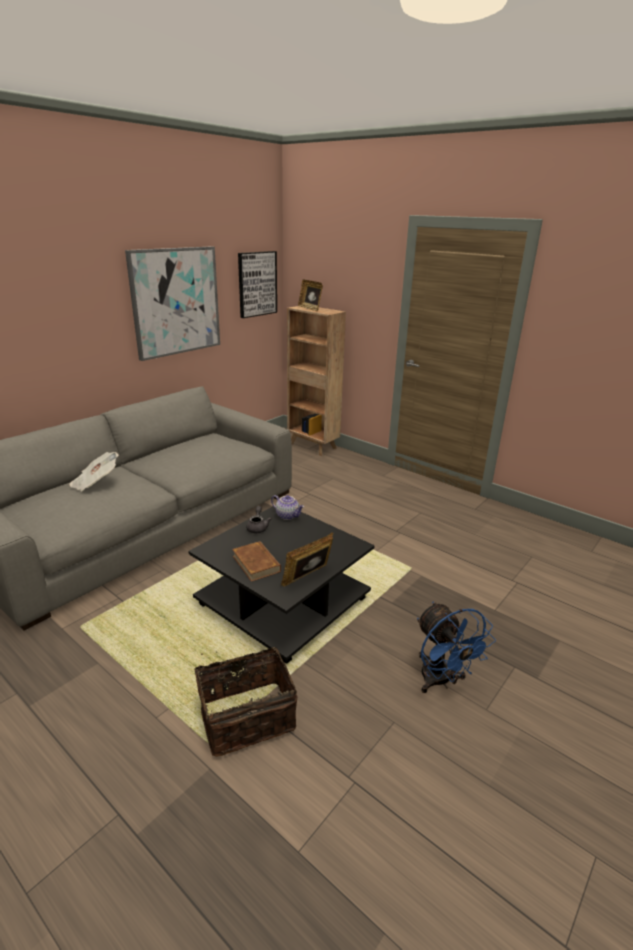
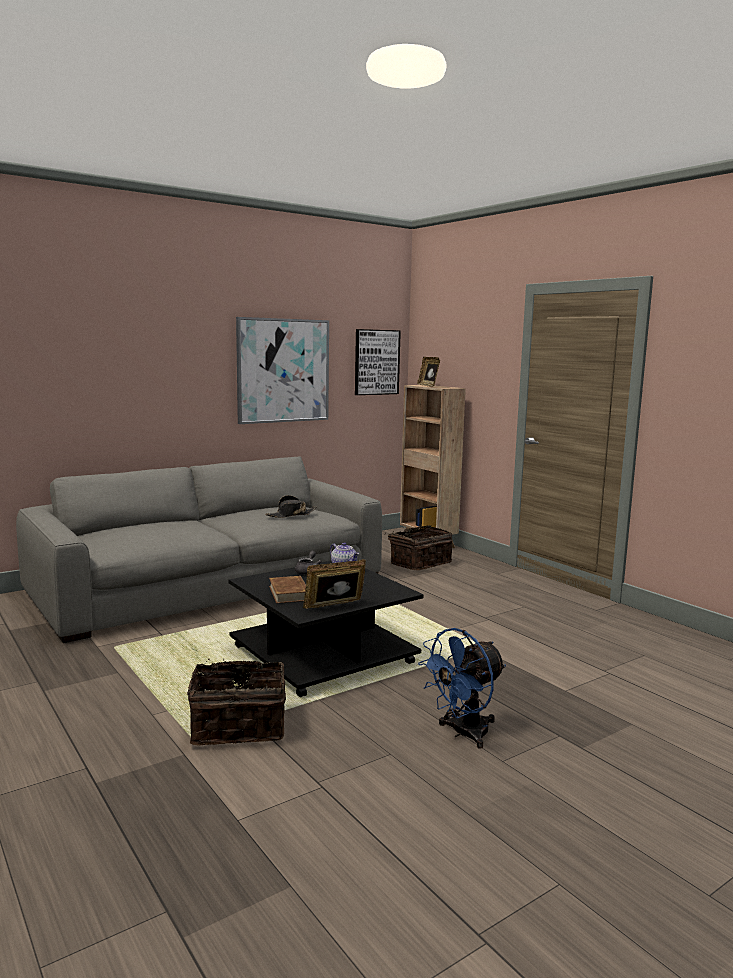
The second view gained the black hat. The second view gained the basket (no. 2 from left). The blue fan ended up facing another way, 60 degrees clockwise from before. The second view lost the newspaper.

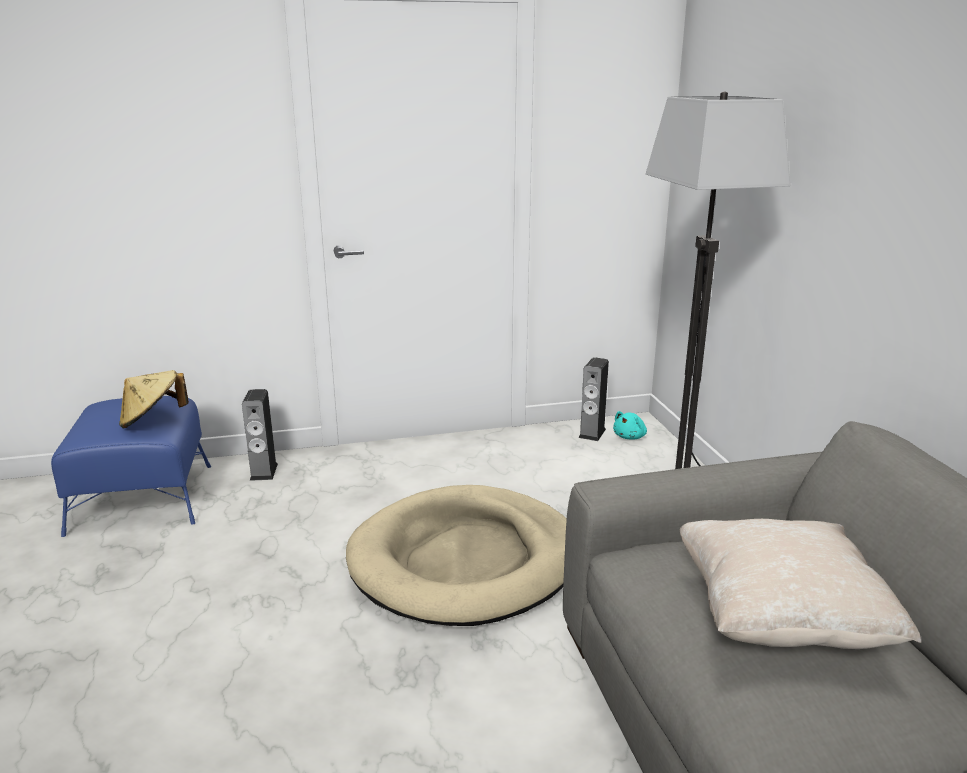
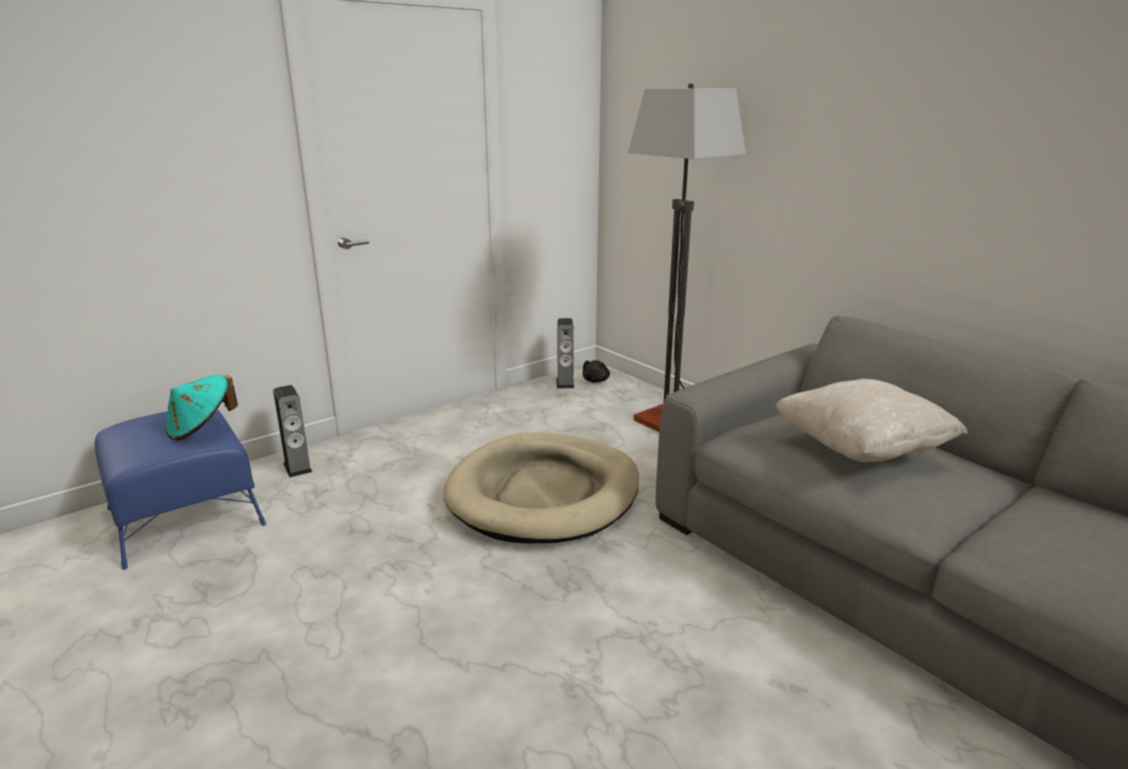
What was the beige hat turned into the turquoise hat. What was the turquoise plush toy turned into the black plush toy.

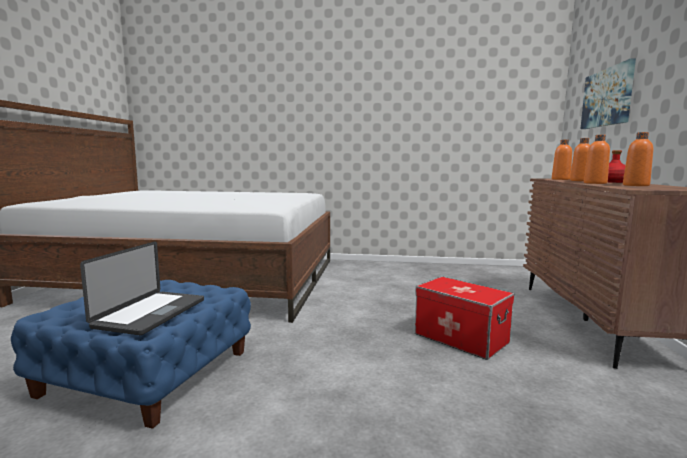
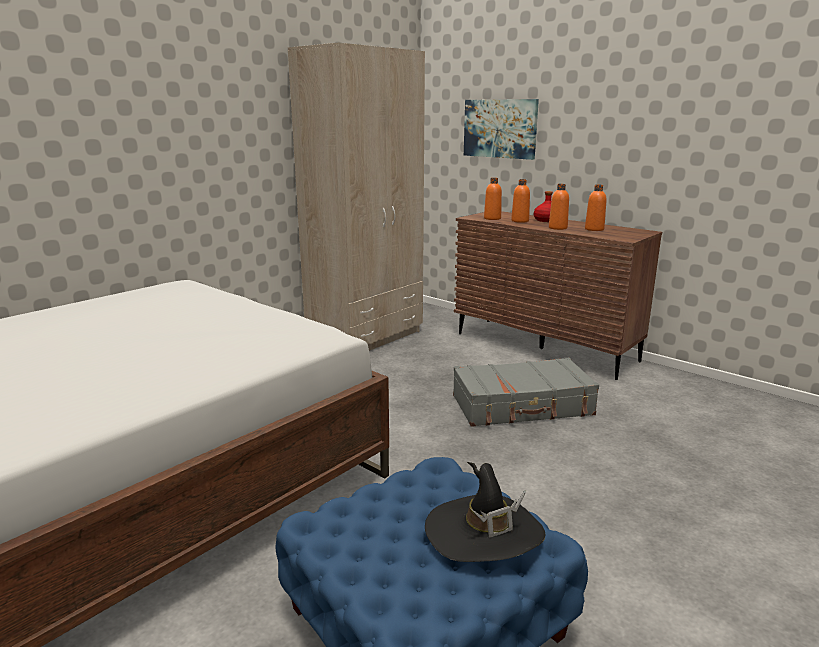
The second view gained the beige wardrobe. Where the laptop stood, the black hat came to stand. Where the storage box stood, the grey suitcase came to stand.

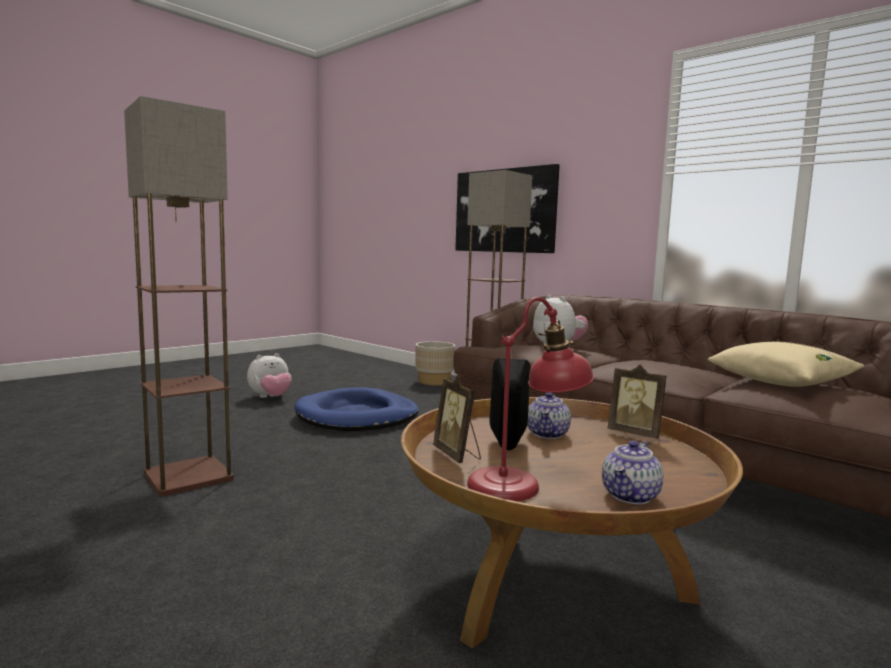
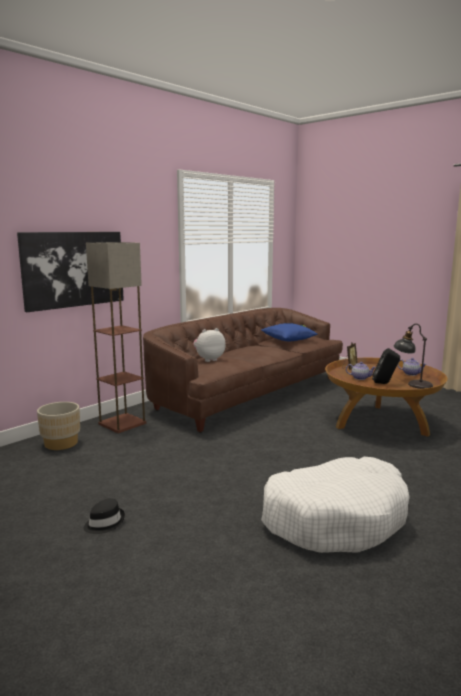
Where the plush toy (no. 1 from left) stood, the black hat came to stand. What was the beige pillow turned into the blue pillow. Where the floor lamp (no. 1 from left) stood, the white dog bed came to stand. What was the red table lamp turned into the grey table lamp. The second view lost the blue dog bed. The second view lost the picture frame (no. 1 from left).

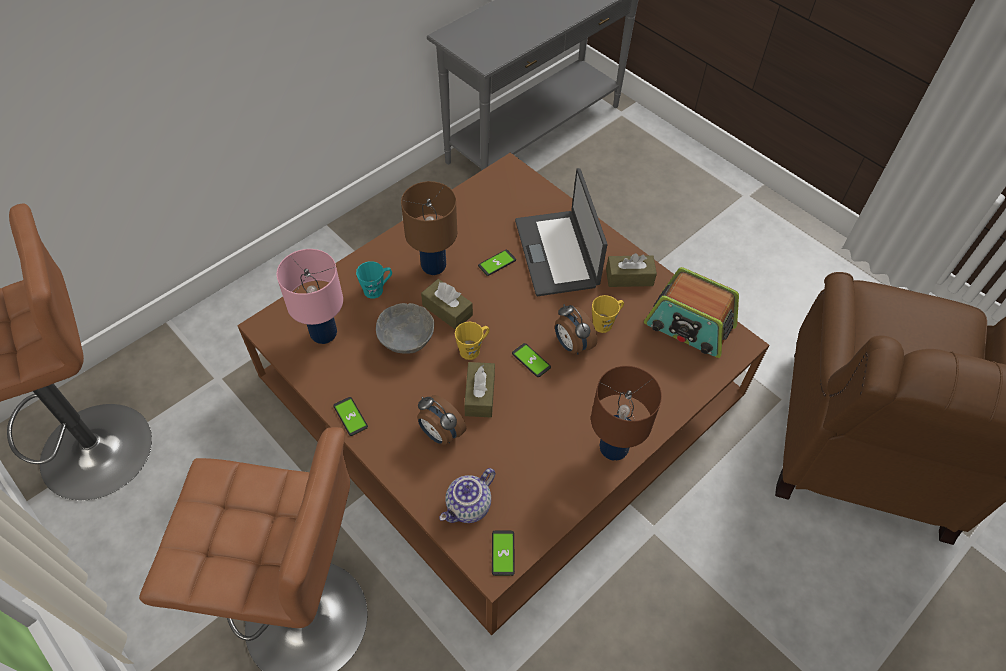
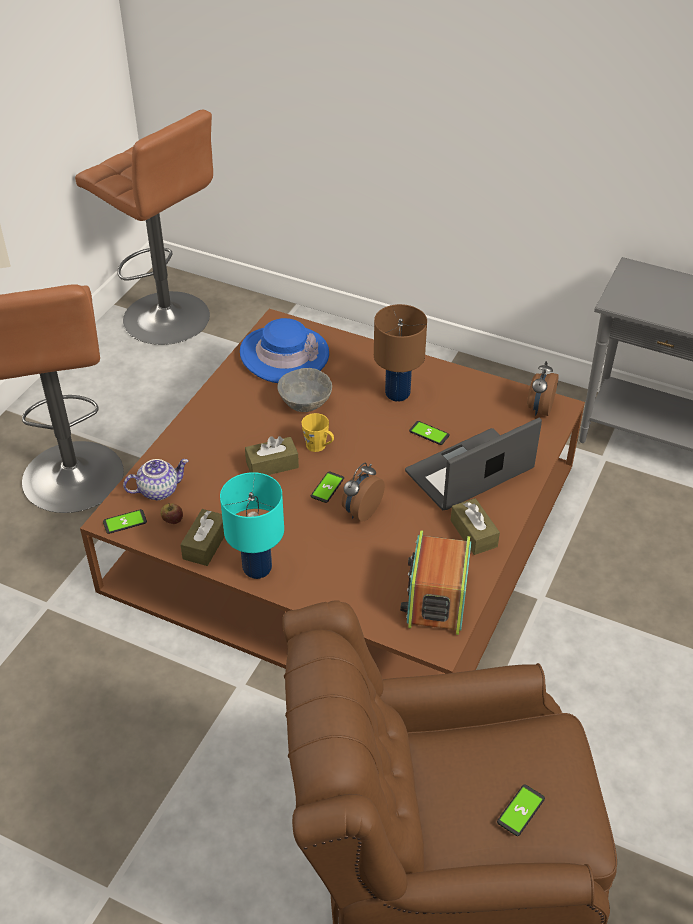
The teapot ended up facing another way, 135 degrees clockwise from before. The second view gained the apple. The brown tissue box (no. 1 from left) ended up elsewhere. What was the brown table lamp (no. 2 from left) turned into the turquoise table lamp. Where the pink table lamp stood, the blue hat came to stand. The phone (no. 1 from left in the first image) ended up elsewhere. The alarm clock (no. 1 from left in the first image) ended up elsewhere. The second view lost the turquoise mug. The second view lost the yellow mug (no. 2 from left).

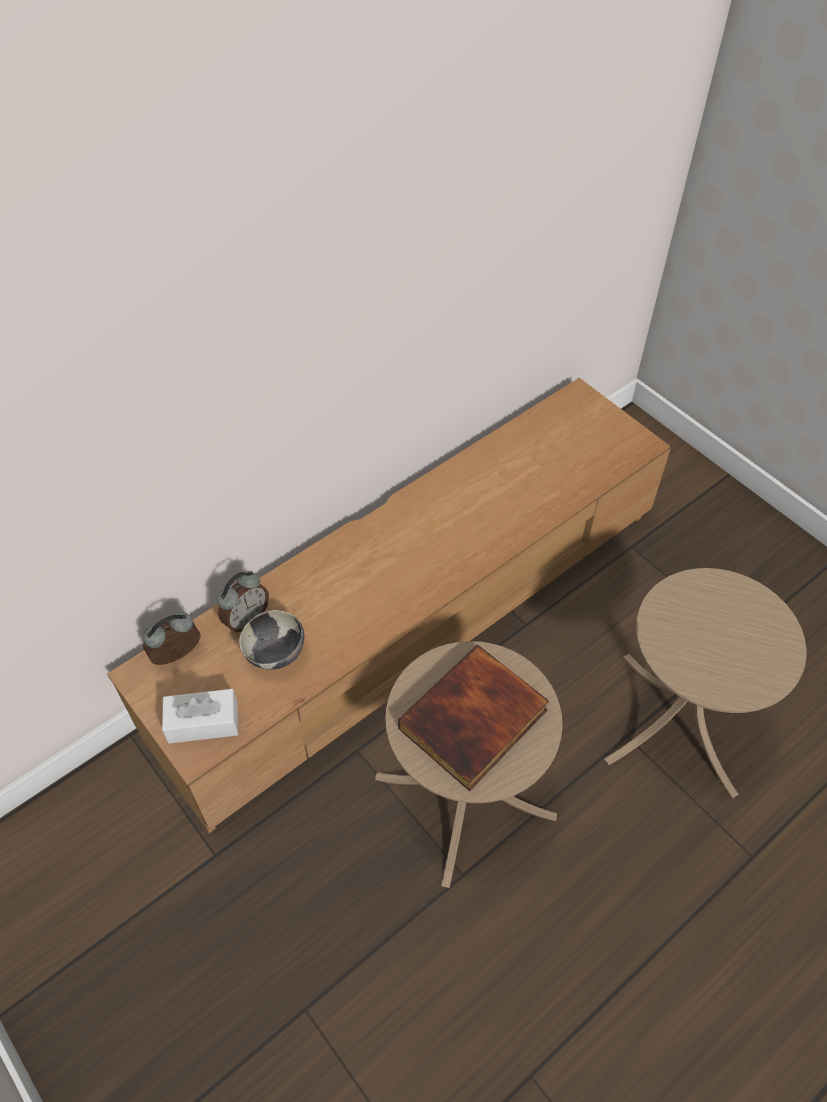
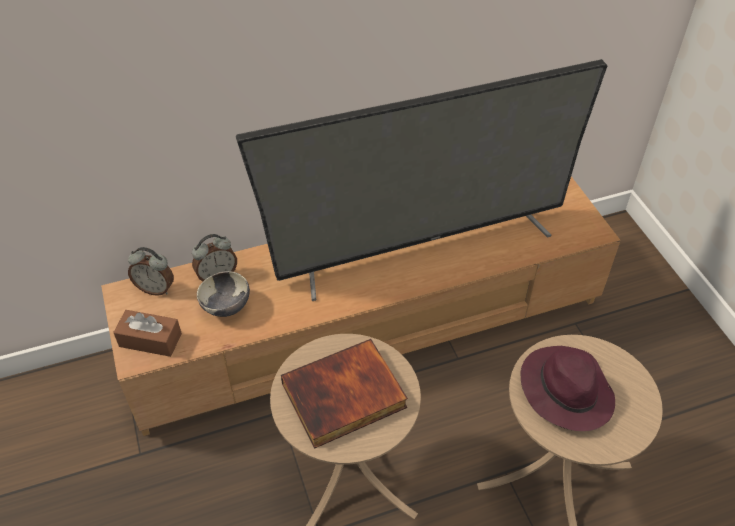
What was the white tissue box turned into the brown tissue box. The alarm clock (no. 1 from left) ended up facing another way, 150 degrees counterclockwise from before. The second view gained the television. The second view gained the purple hat.

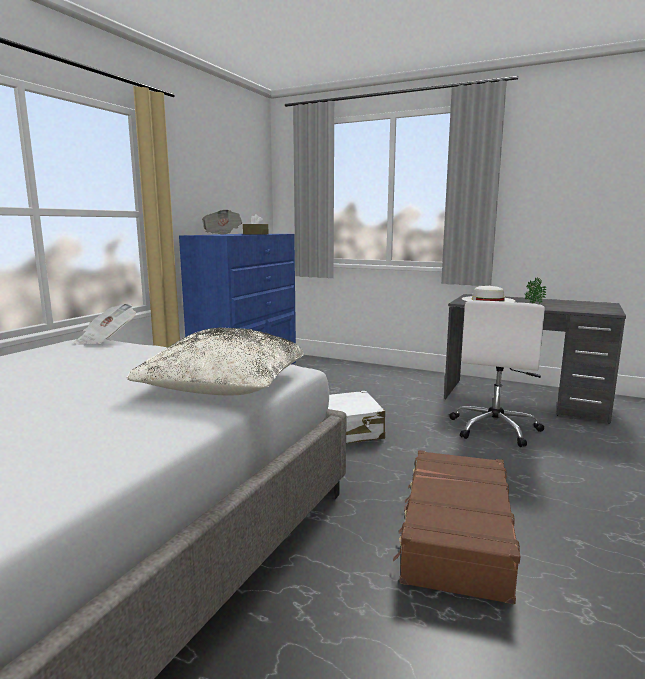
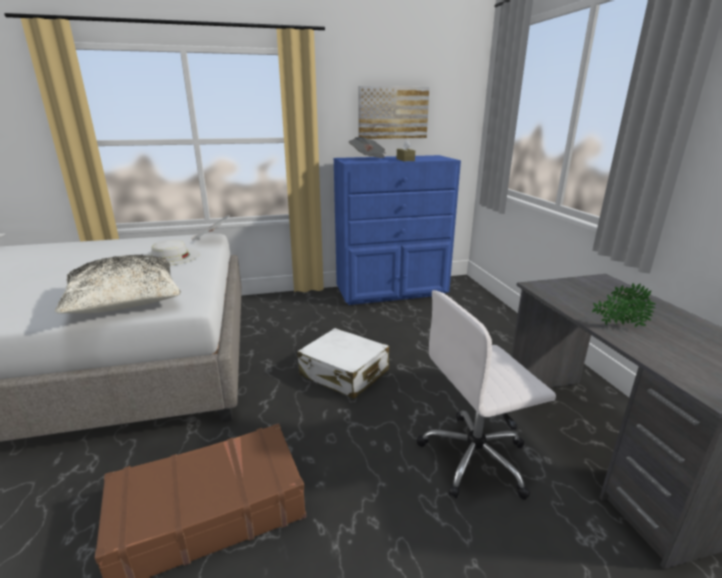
The white hat ended up elsewhere. The second view gained the picture.

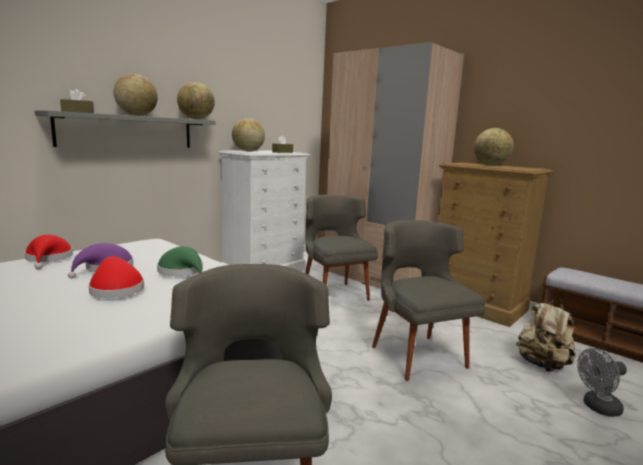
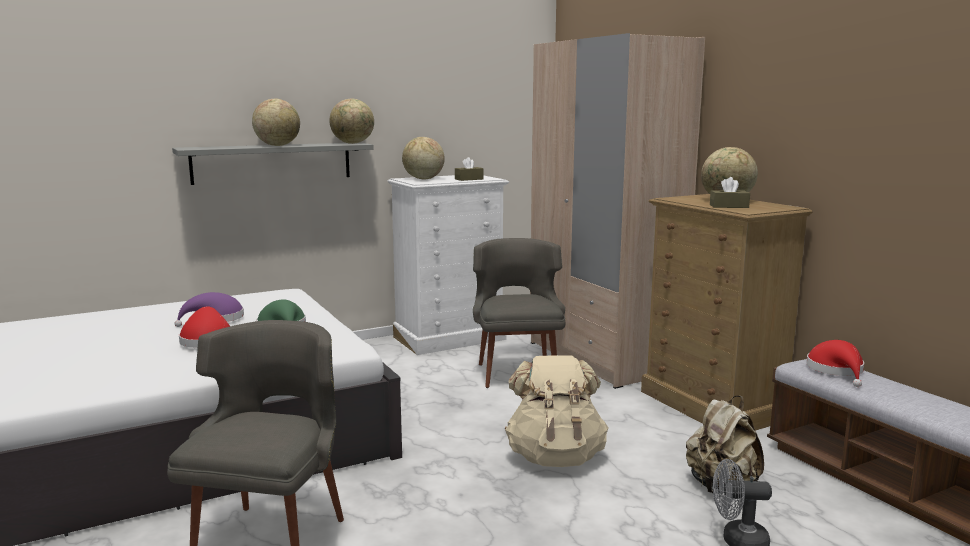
Where the grey chair (no. 3 from left) stood, the beige backpack (no. 1 from left) came to stand. The brown tissue box (no. 1 from left in the first image) ended up elsewhere. The red hat (no. 1 from left in the first image) ended up elsewhere.

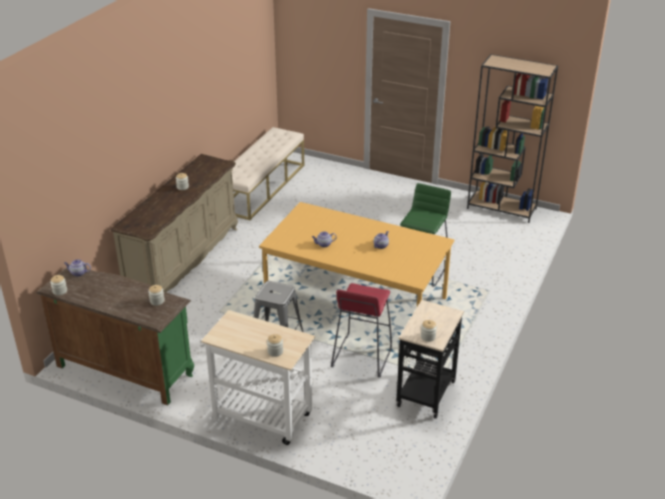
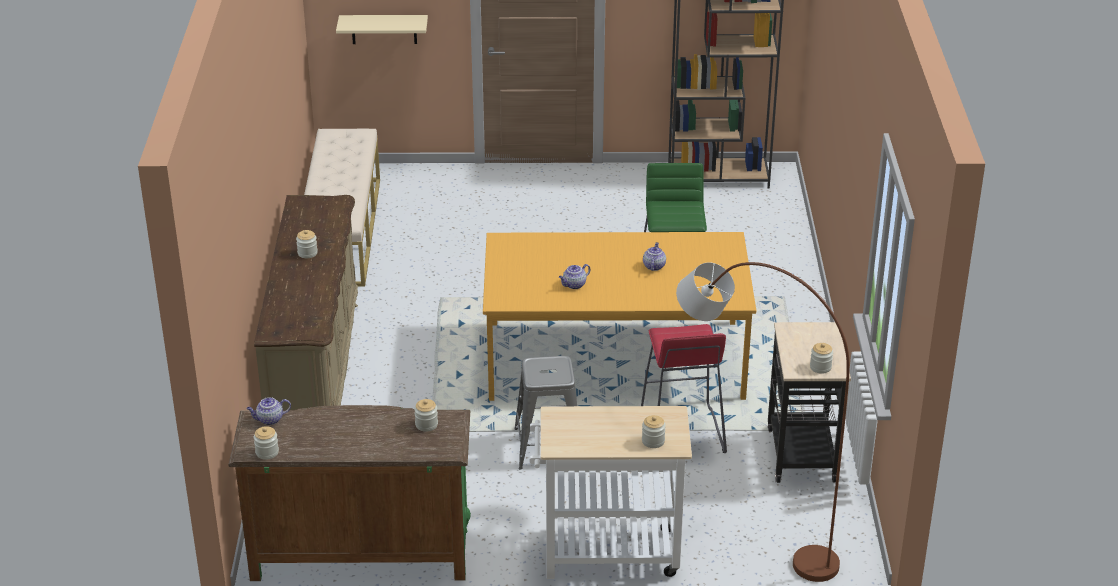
The second view gained the beige shelf. The second view gained the brown floor lamp.

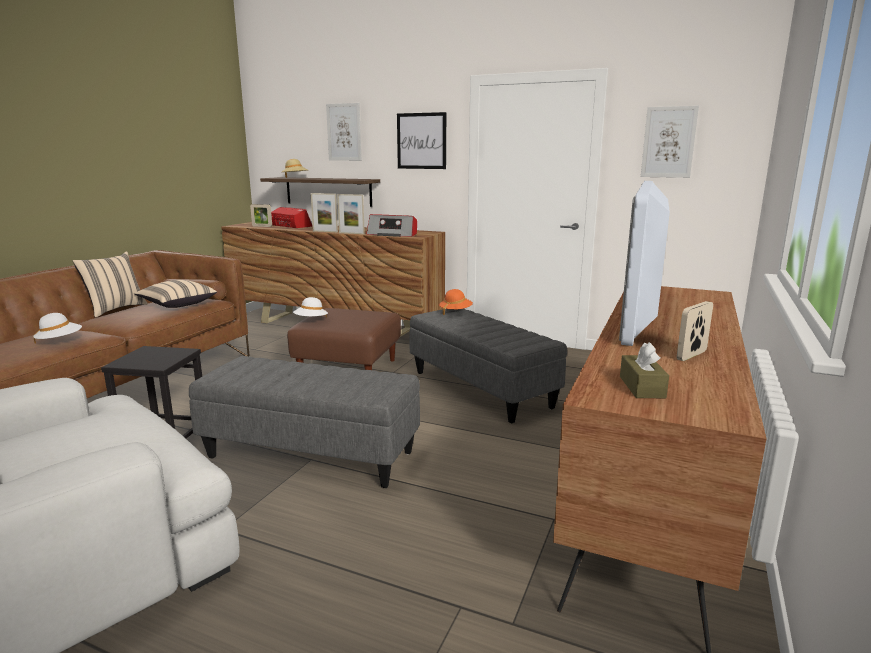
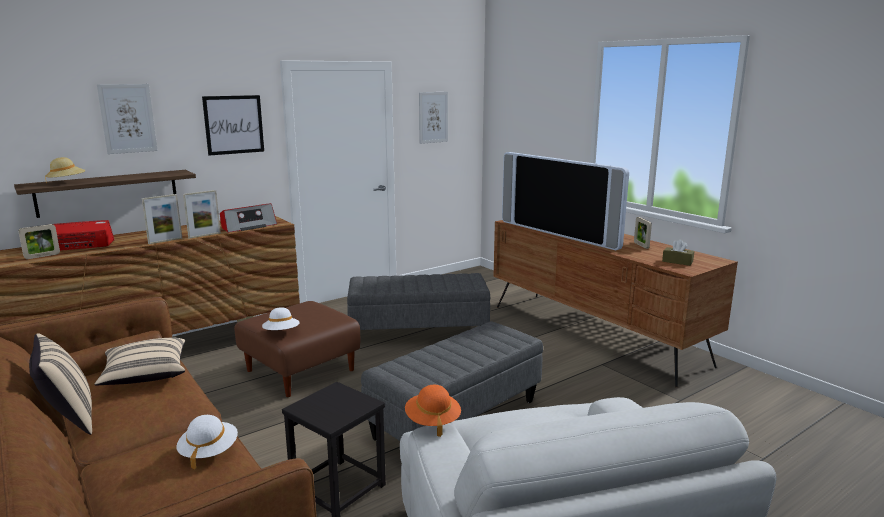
The orange hat ended up elsewhere.

